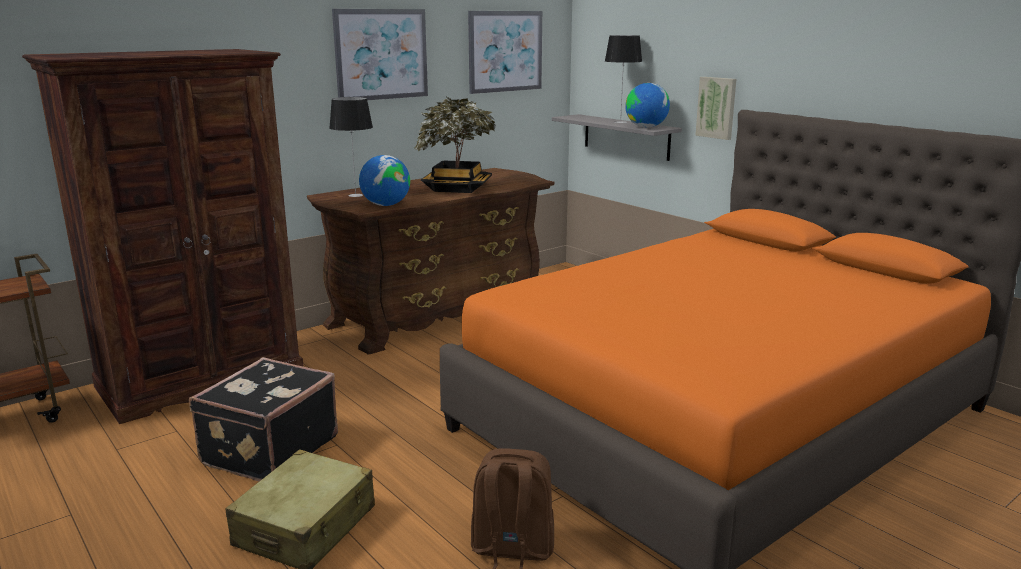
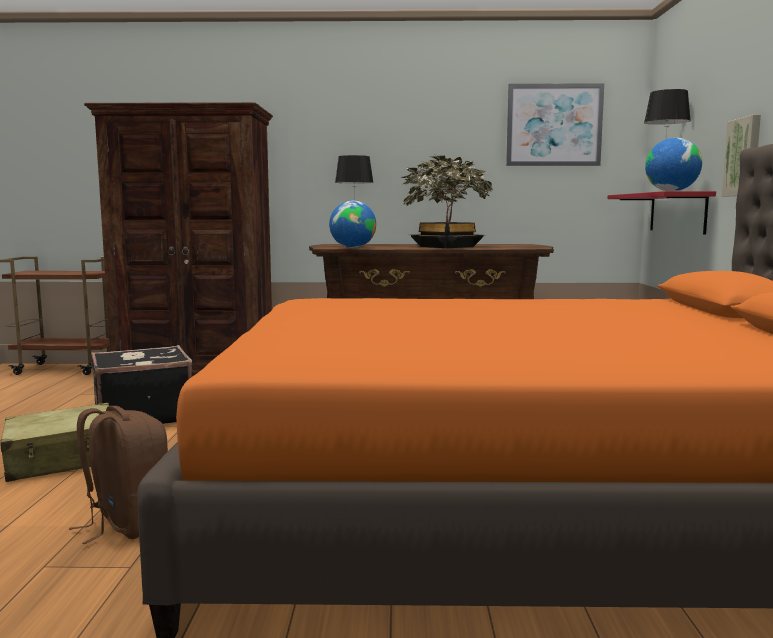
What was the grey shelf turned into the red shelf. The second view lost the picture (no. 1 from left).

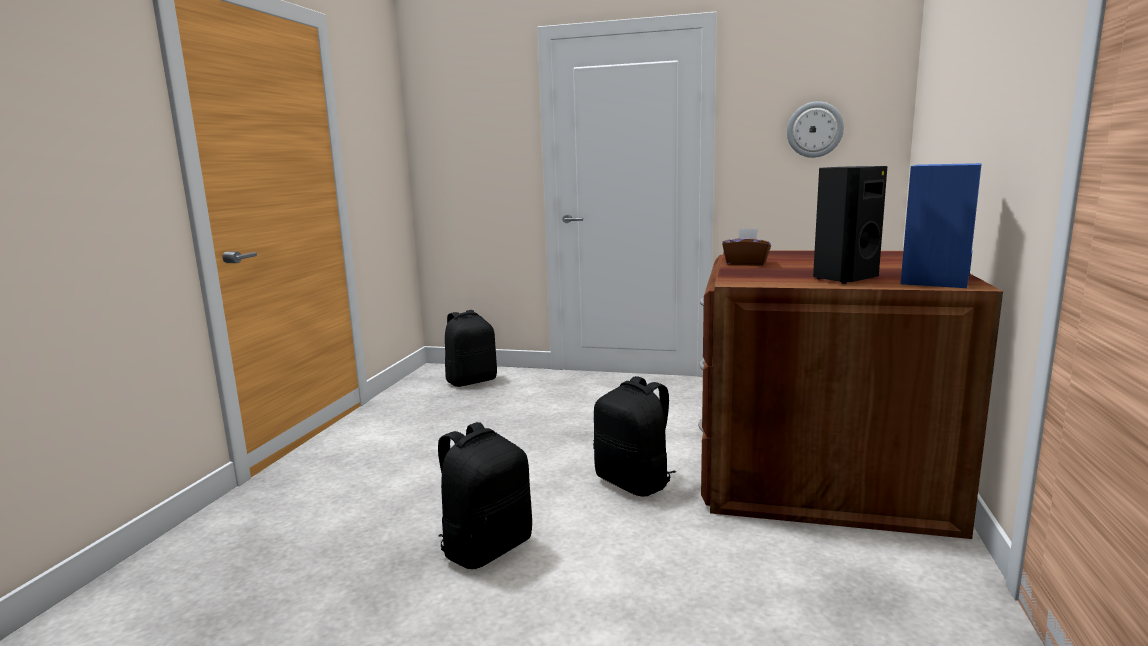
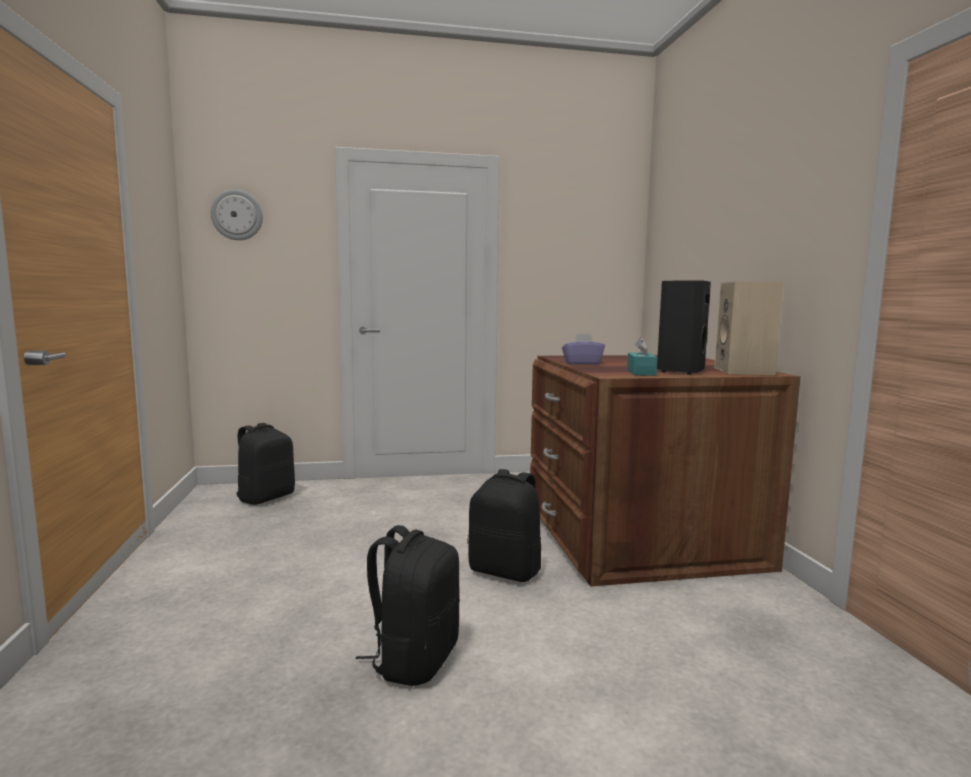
The wall clock ended up elsewhere. What was the brown tissue box turned into the purple tissue box. The second view gained the turquoise tissue box. What was the blue speaker turned into the beige speaker.

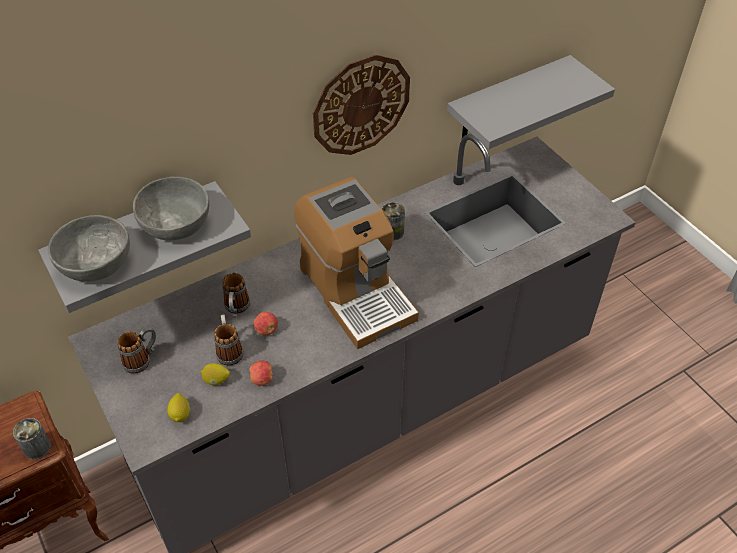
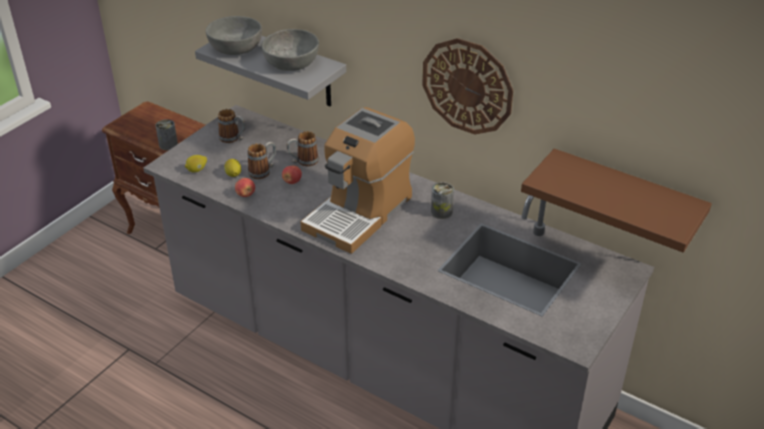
What was the grey shelf (no. 2 from left) turned into the brown shelf.

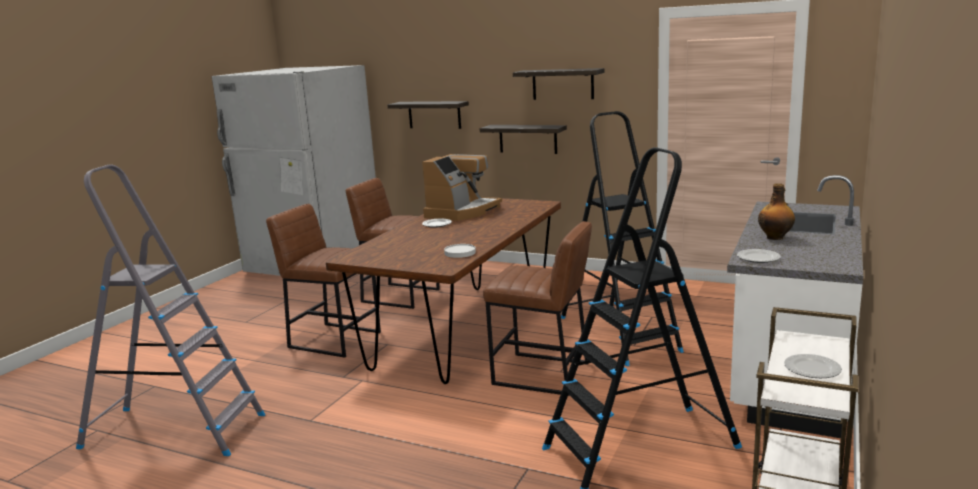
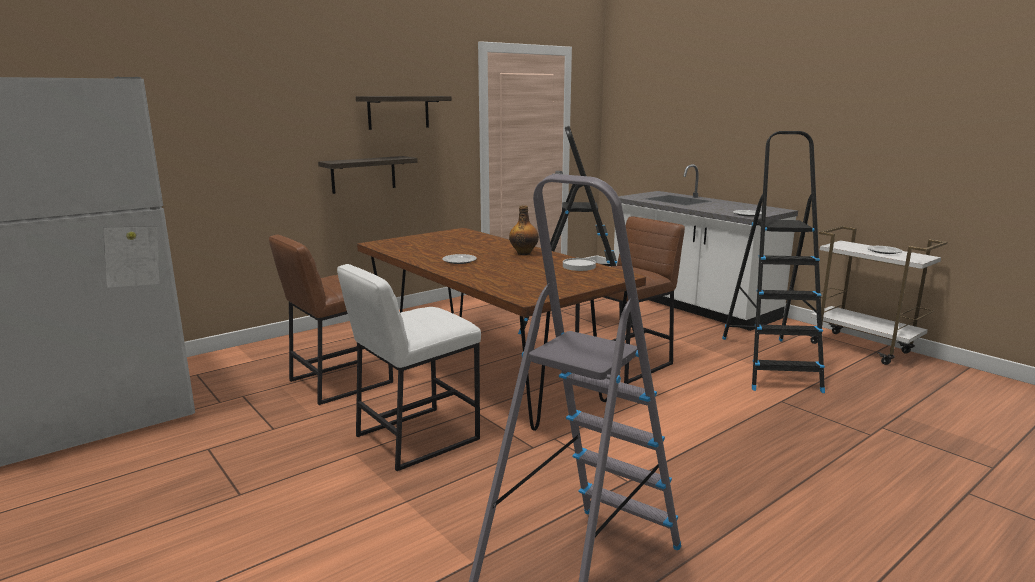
What was the brown chair (no. 1 from left) turned into the white chair. The bottle ended up elsewhere. The second view lost the shelf (no. 1 from left). The second view lost the coffee machine.

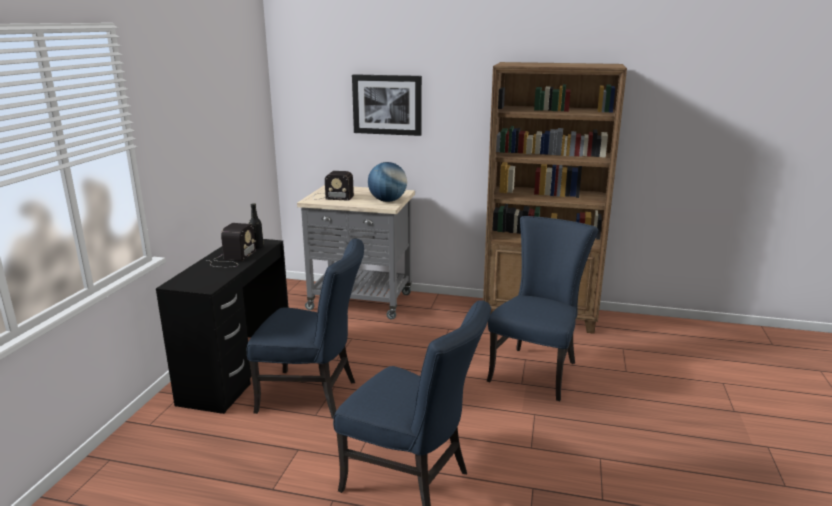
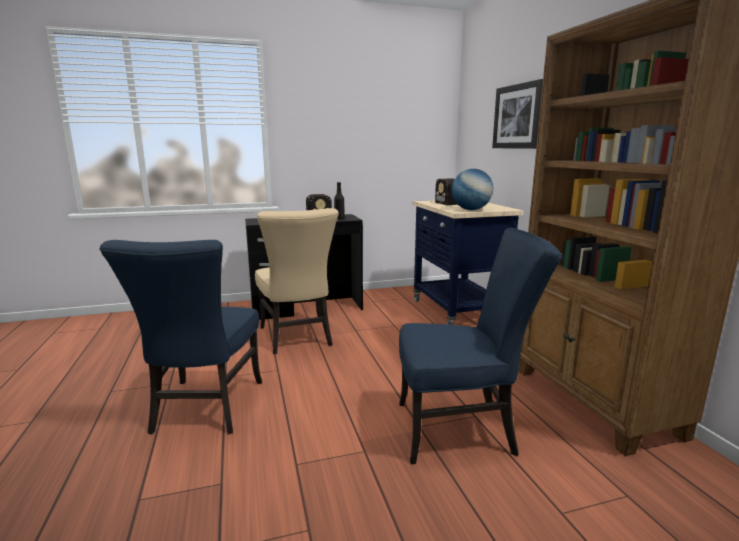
What was the blue chair (no. 1 from left) turned into the beige chair. What was the grey cart turned into the blue cart.

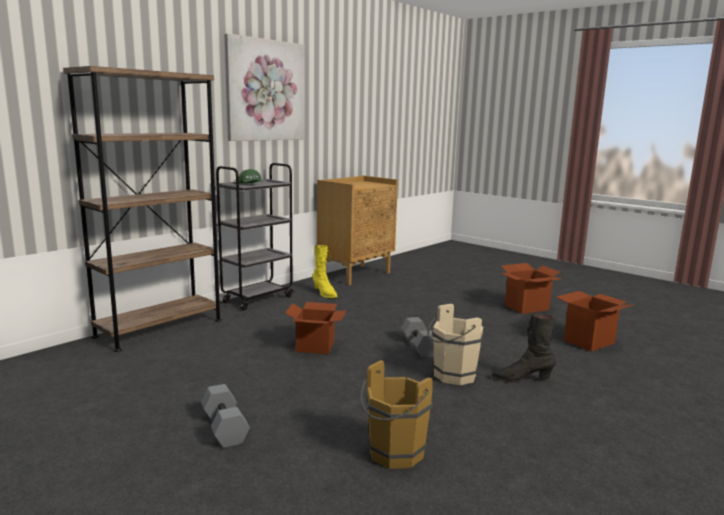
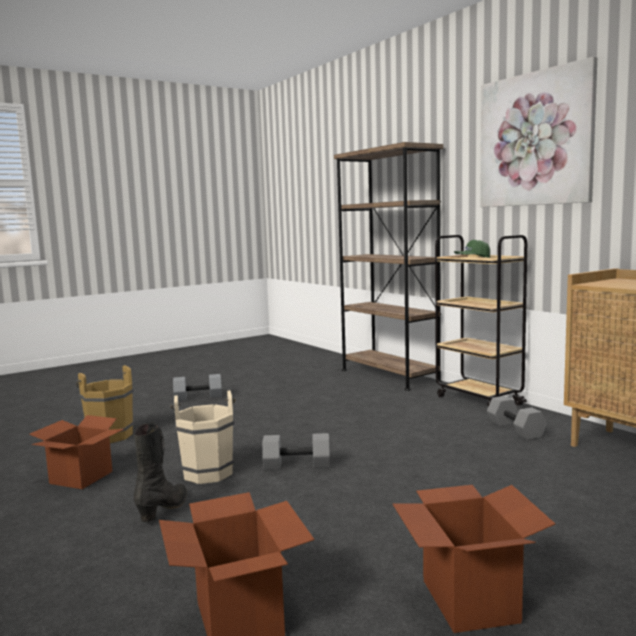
The cardboard box (no. 1 from left) ended up elsewhere. What was the grey cart turned into the brown cart. Where the yellow boot stood, the grey dumbbell (no. 3 from left) came to stand.

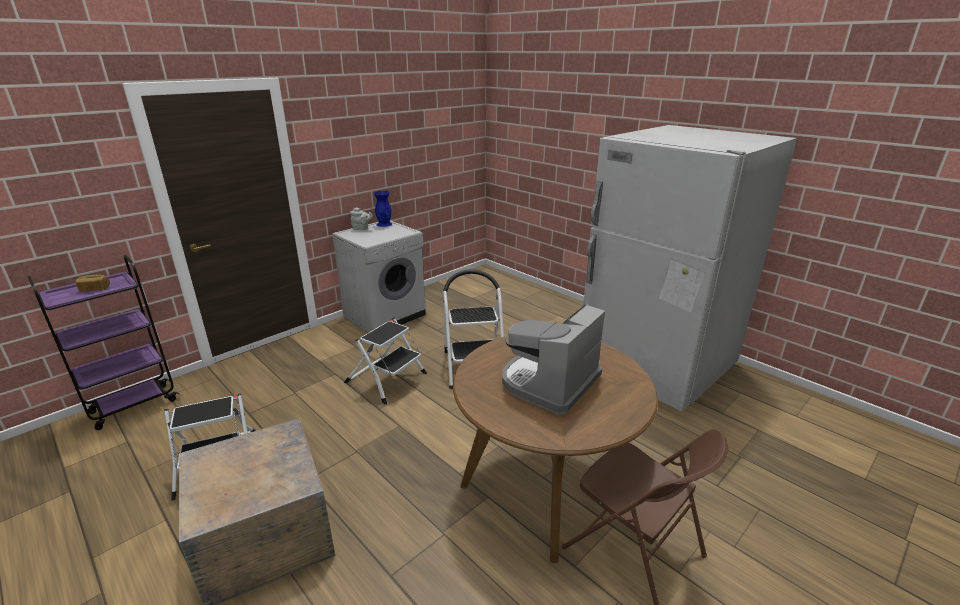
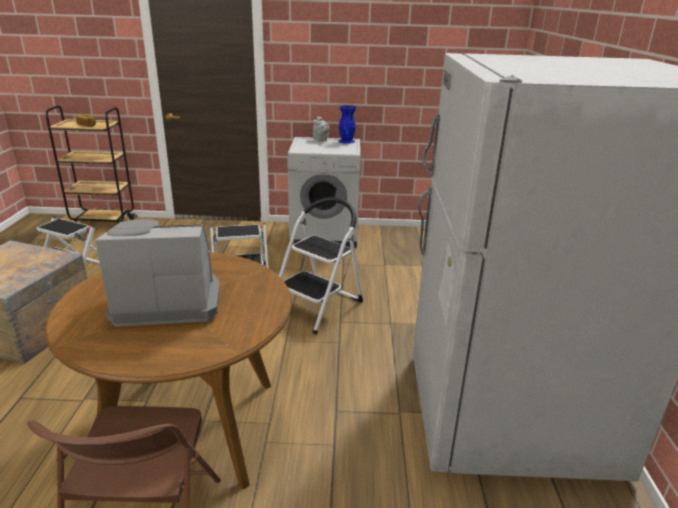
What was the purple cart turned into the brown cart.

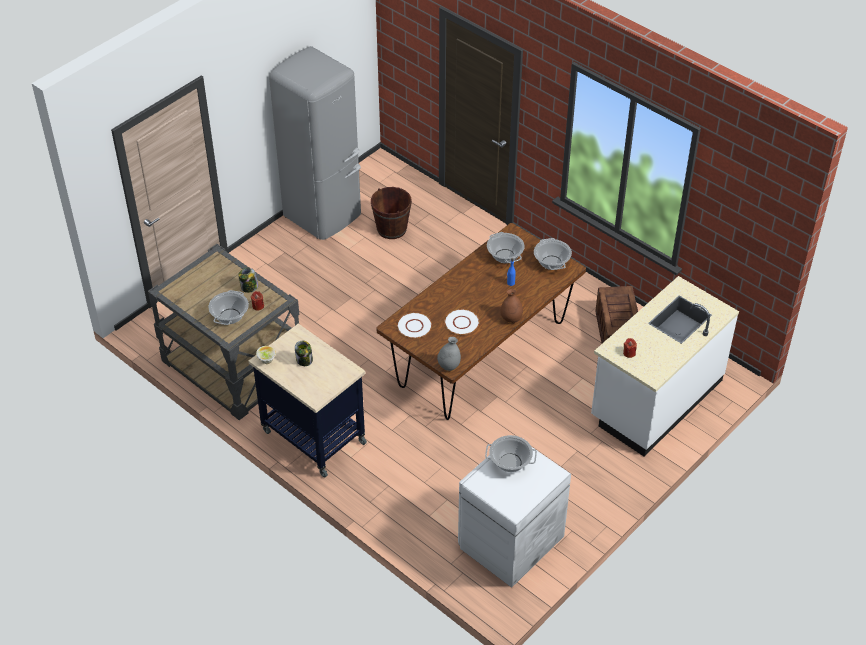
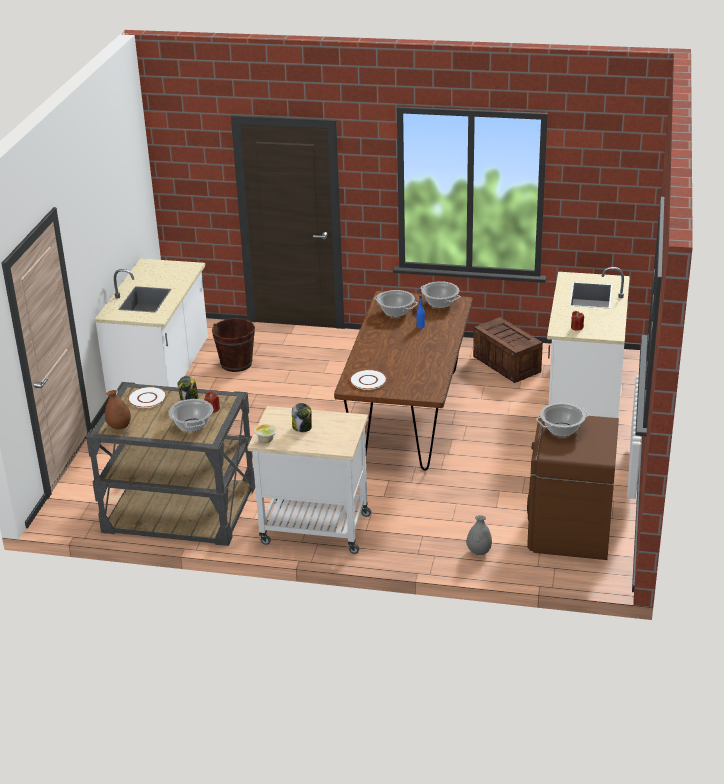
Where the grey fridge stood, the white counter (no. 1 from left) came to stand. The brown vase ended up elsewhere. The white plate (no. 2 from left in the first image) ended up elsewhere. What was the blue cart turned into the white cart. The grey vase ended up elsewhere. What was the white washing machine turned into the brown washing machine.

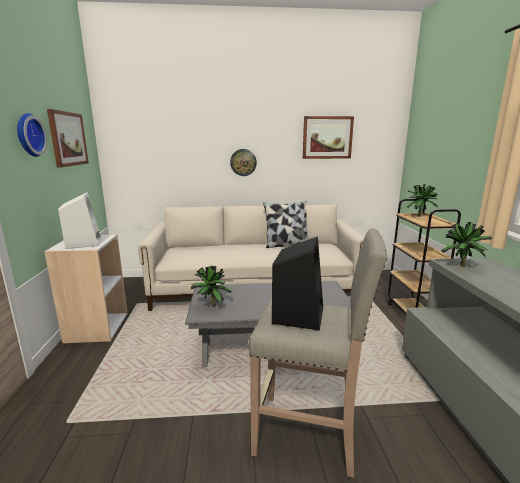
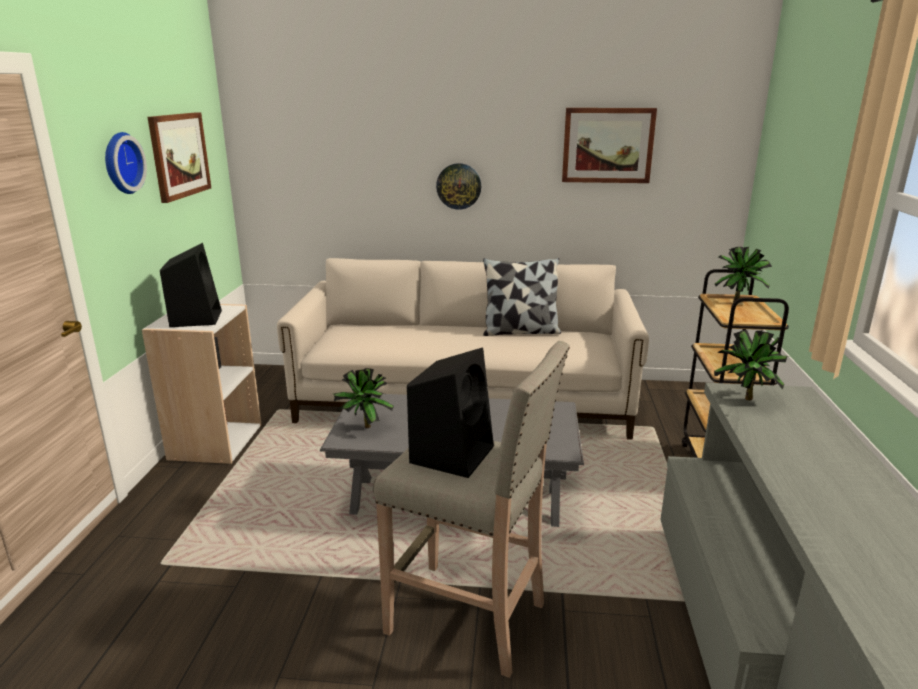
What was the white speaker turned into the black speaker (no. 1 from left).

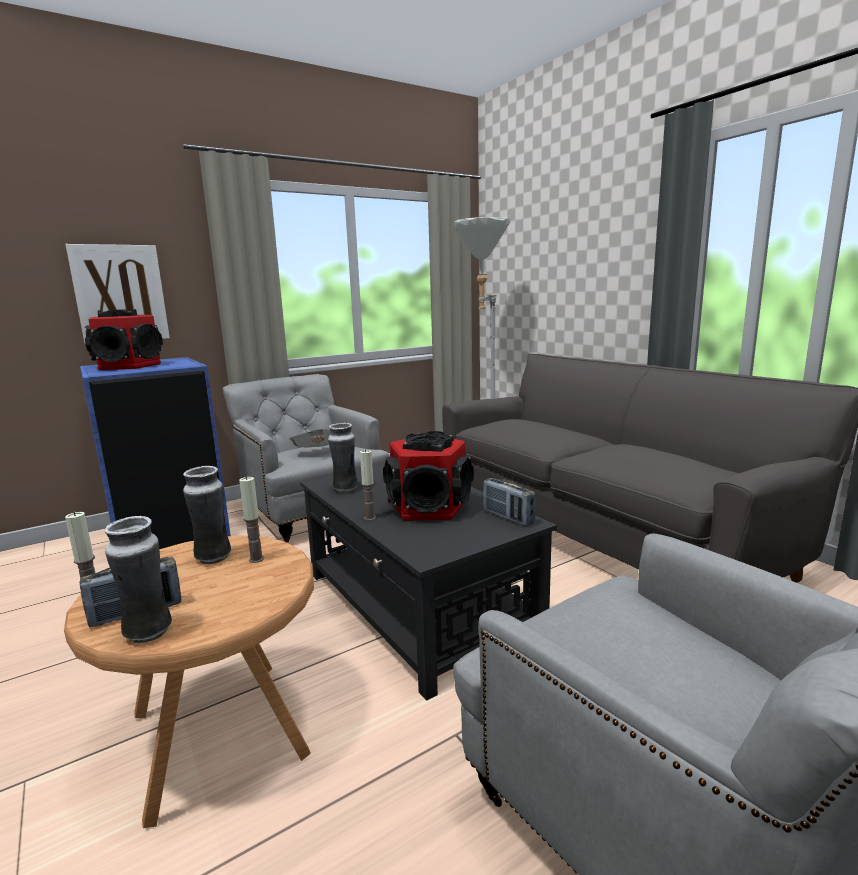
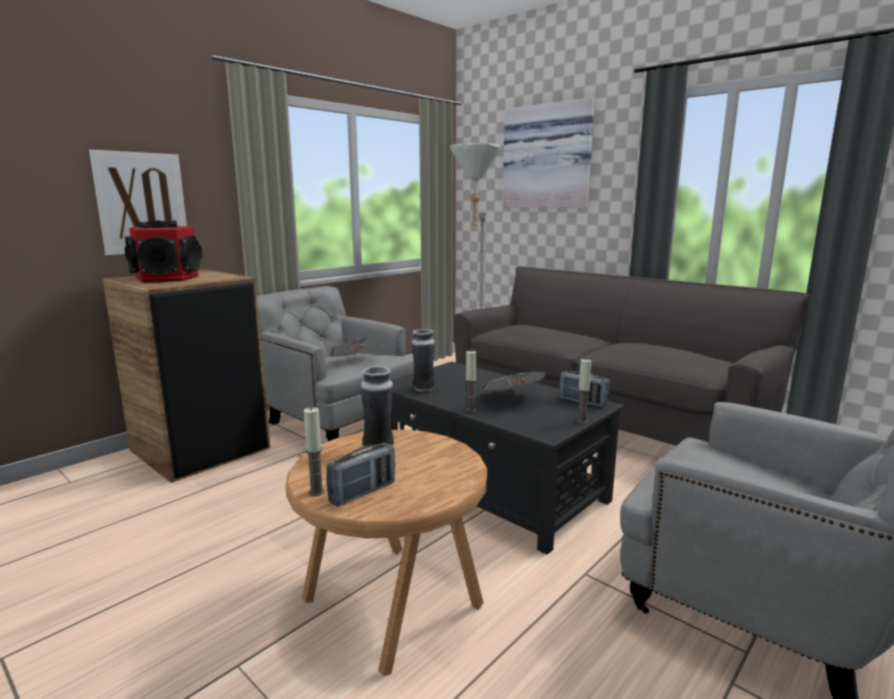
What was the blue cabinet turned into the brown cabinet. Where the speaker (no. 2 from left) stood, the newspaper (no. 2 from left) came to stand. The second view gained the picture (no. 2 from left). The candle (no. 2 from left in the first image) ended up elsewhere. The second view lost the vase (no. 1 from left).

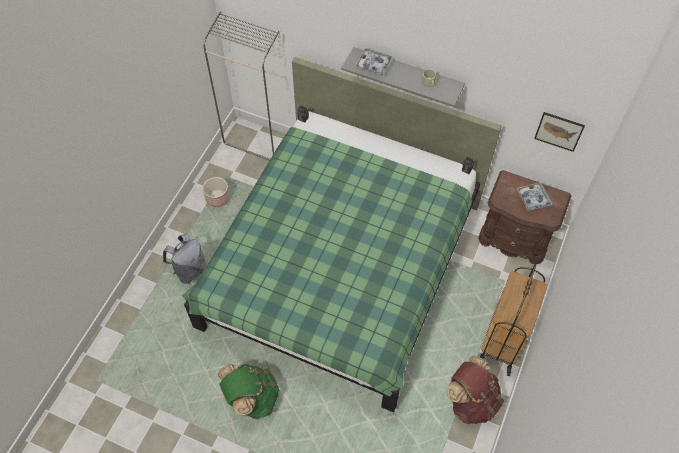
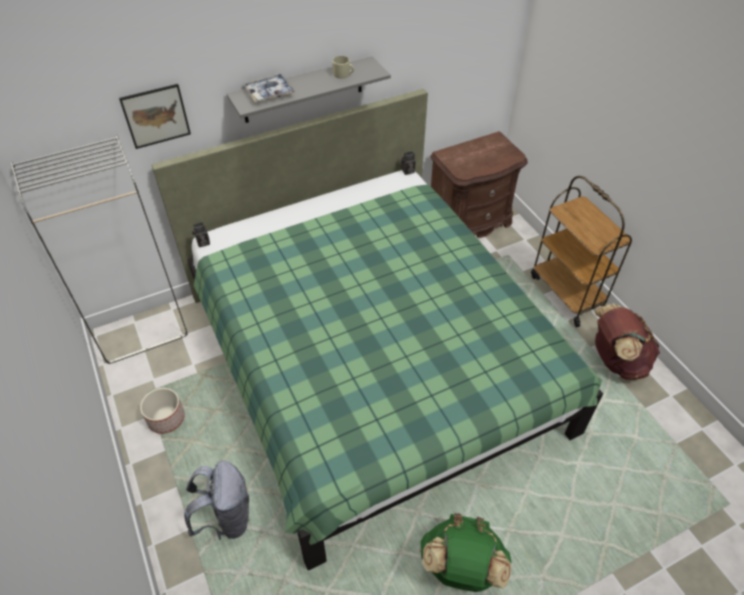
The picture ended up elsewhere. The second view lost the tray (no. 2 from left).

